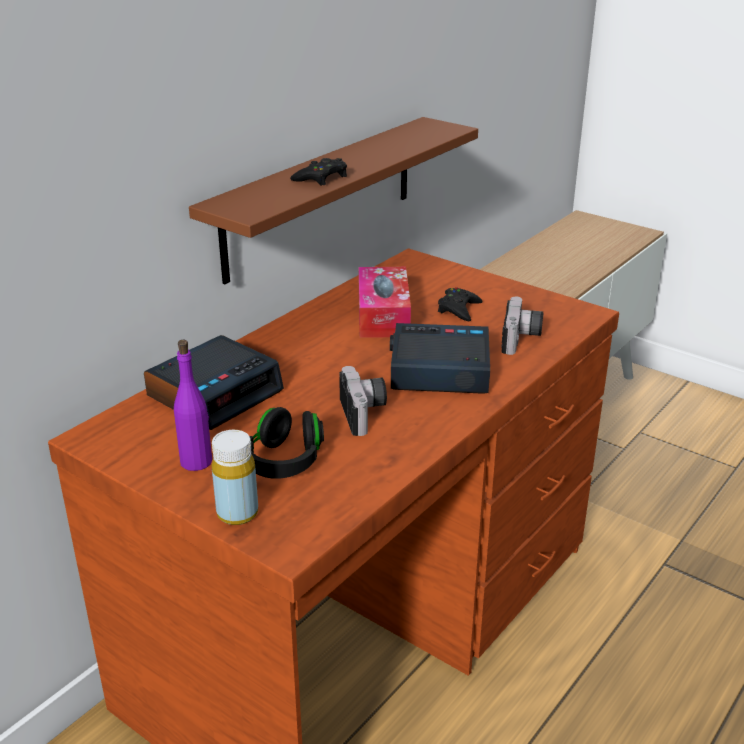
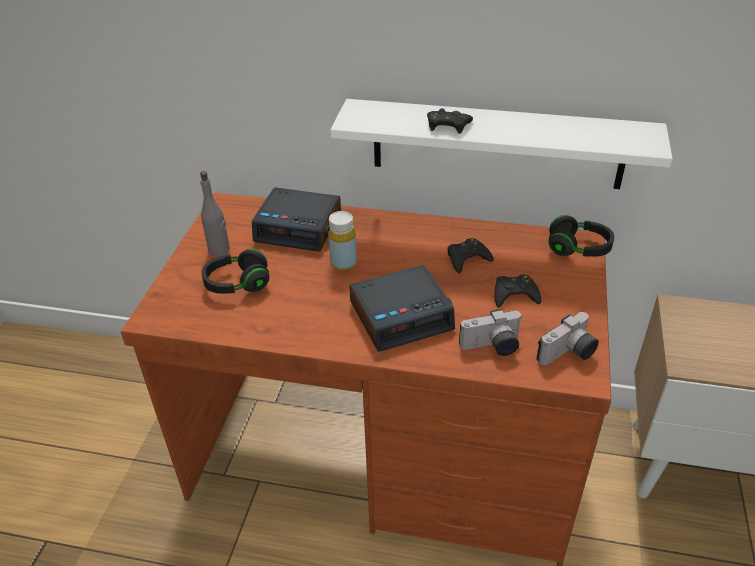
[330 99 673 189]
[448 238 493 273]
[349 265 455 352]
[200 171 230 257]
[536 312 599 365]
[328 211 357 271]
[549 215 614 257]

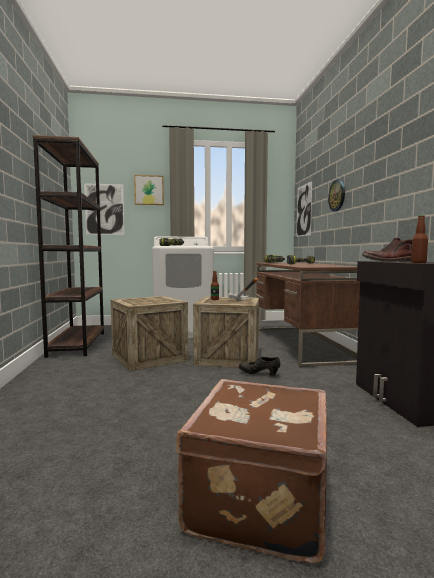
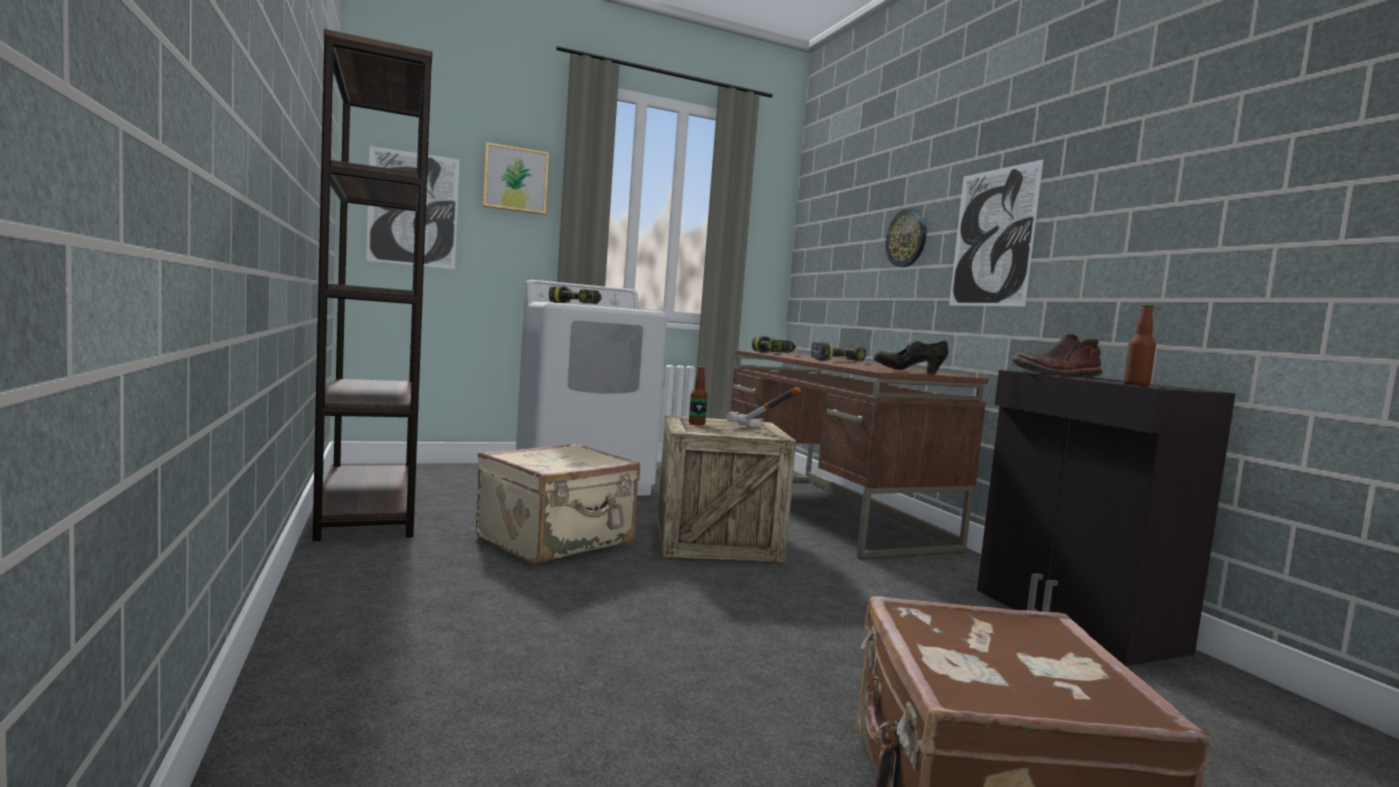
[949 159 1044 306]
[476 443 640 564]
[873 340 948 374]

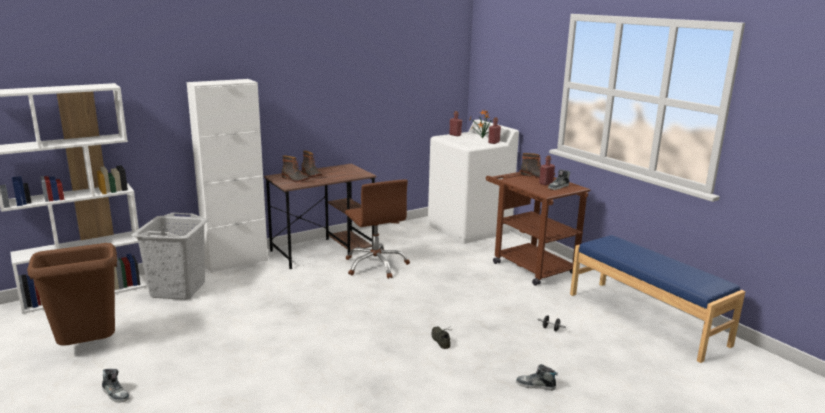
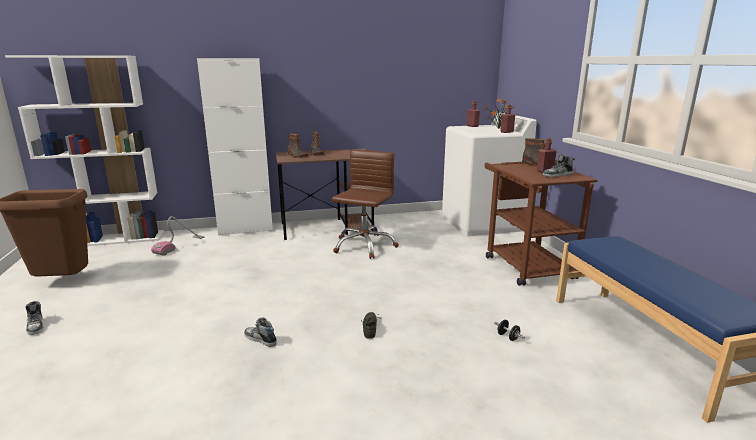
[332 149 399 259]
[151 216 204 255]
[244 317 277 347]

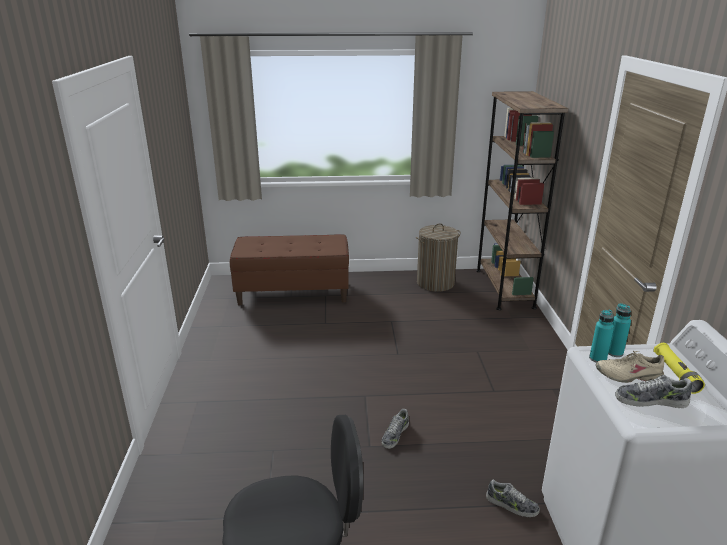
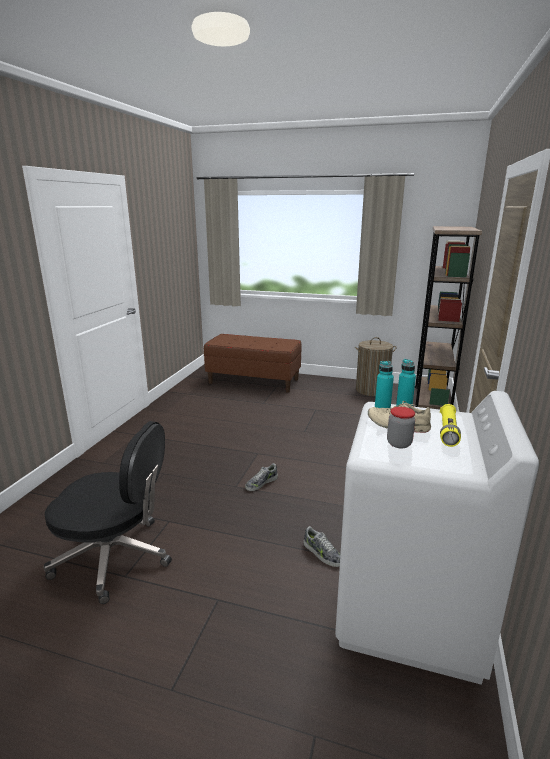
[387 407 415 448]

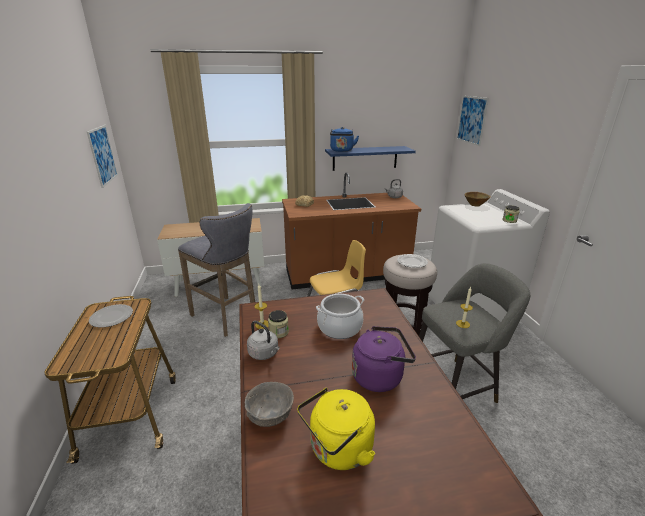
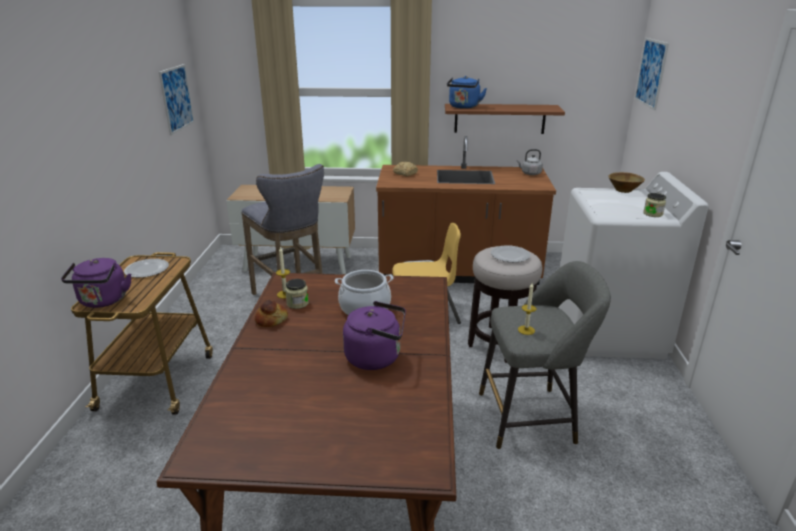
[445 104 565 134]
[255 300 288 327]
[245 382 294 427] (first image)
[297 388 375 470] (first image)
[61 258 131 308]

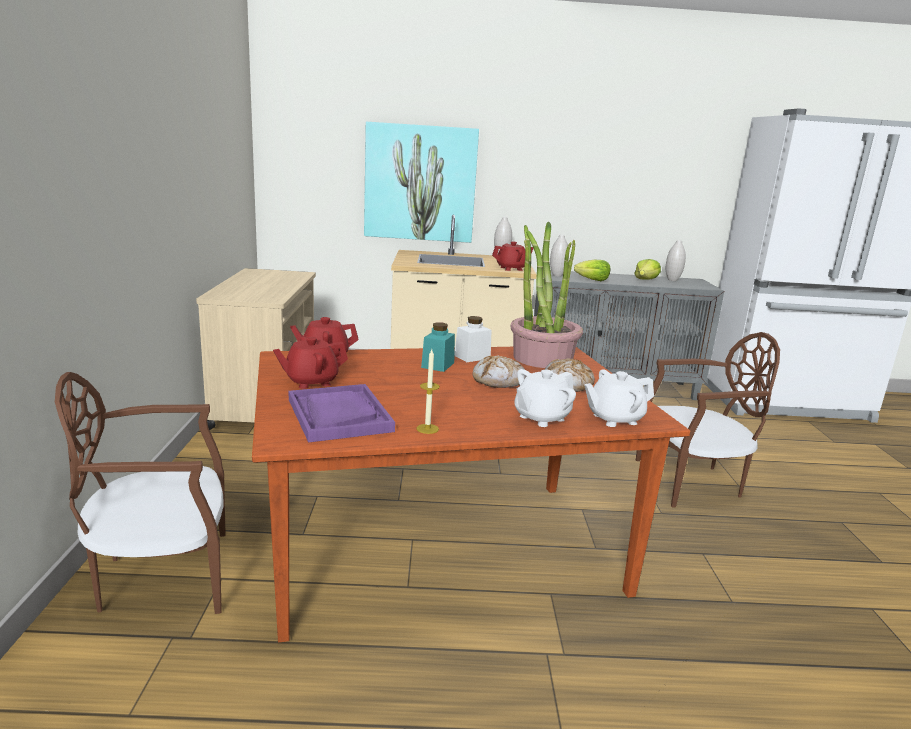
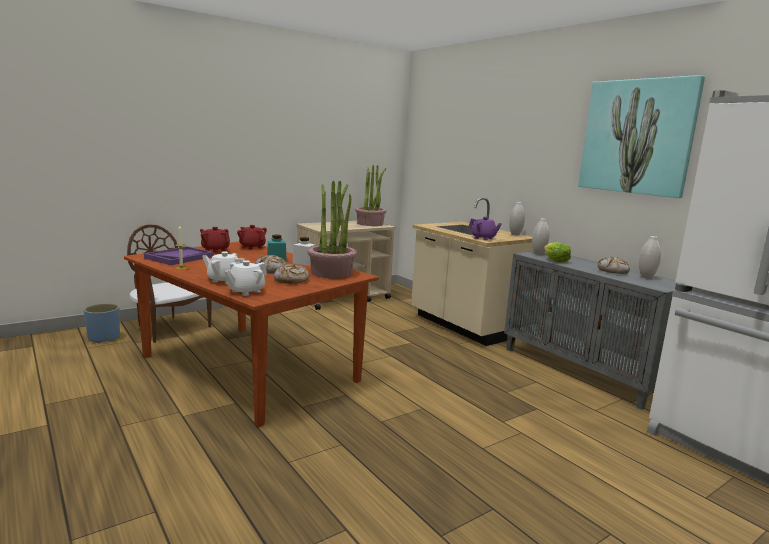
[578 75 705 198]
[469 217 502 240]
[598 257 630 274]
[636 332 780 508] (first image)
[225 260 267 296]
[355 165 386 226]
[84 303 120 343]

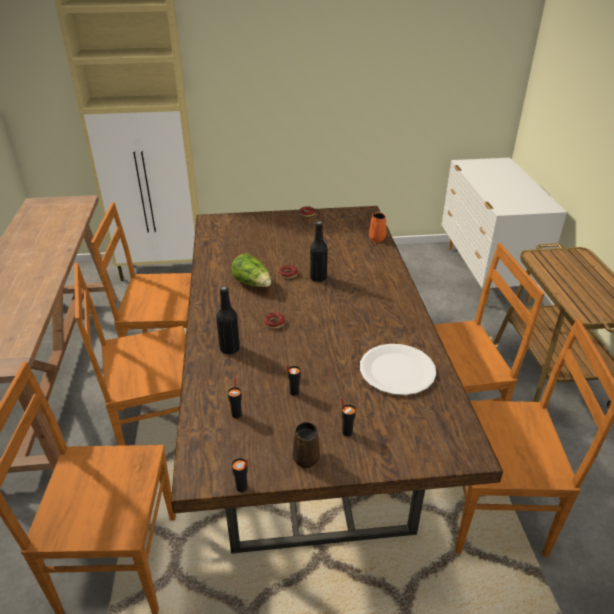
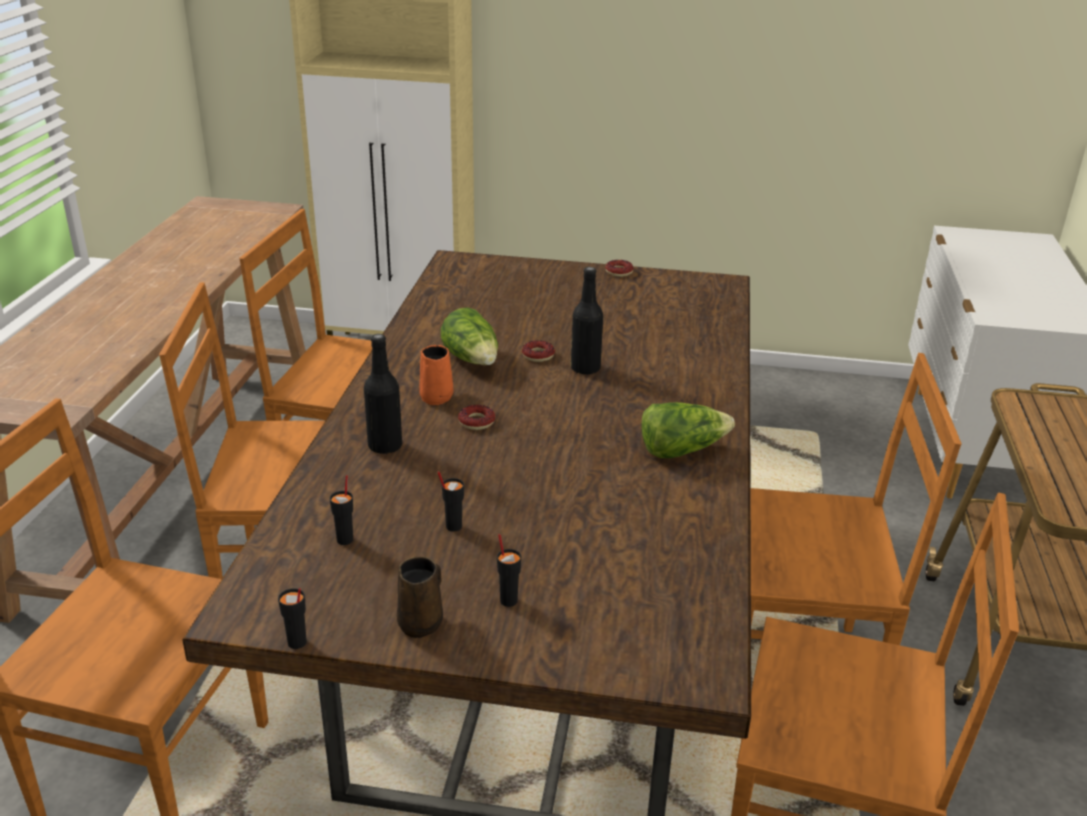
[419 345 453 405]
[360 344 436 395] (first image)
[641 402 735 458]

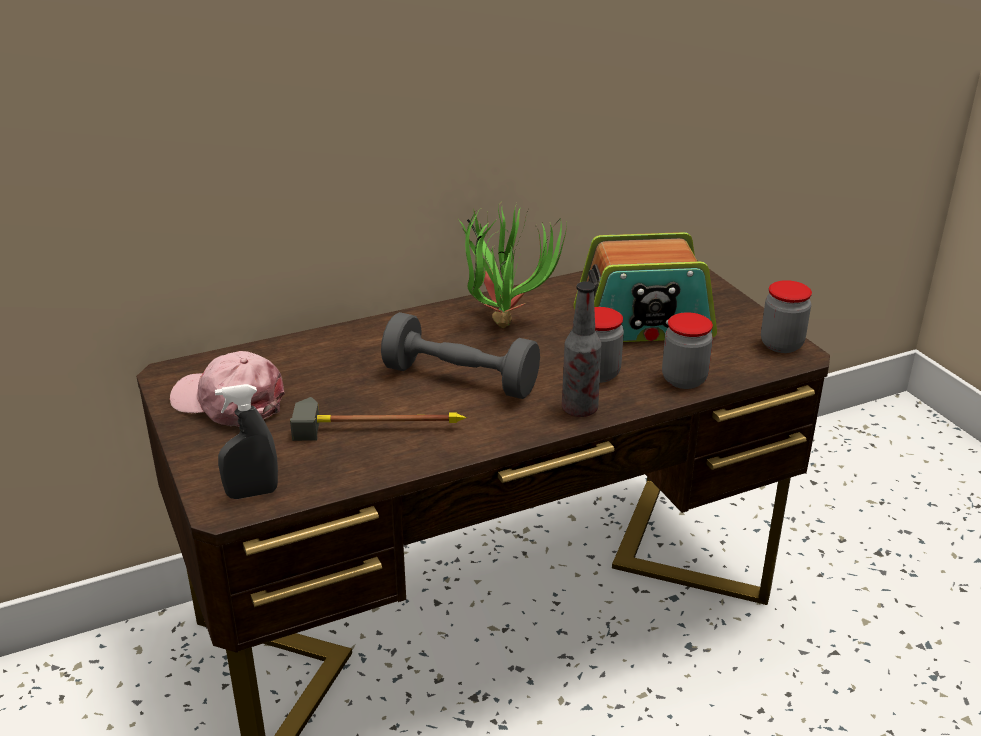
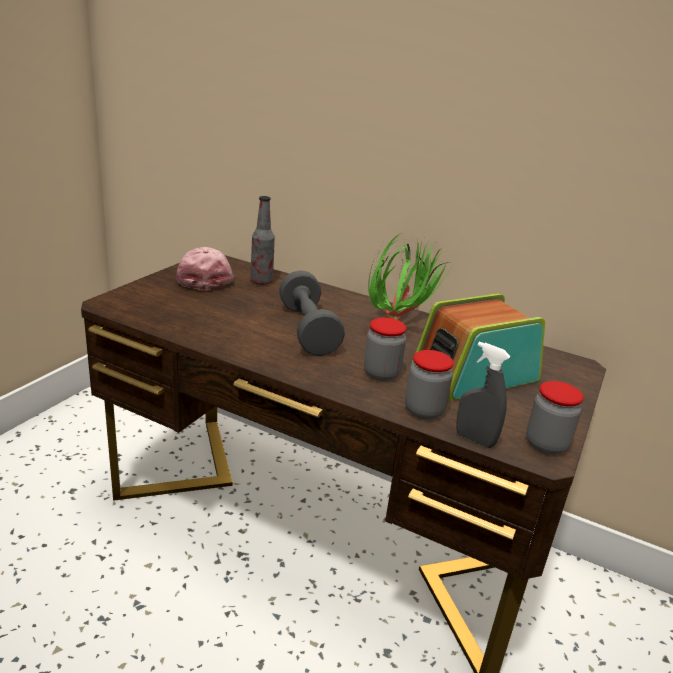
[412 293 545 401]
[250 196 275 285]
[456 341 511 448]
[290 397 467 441] (first image)

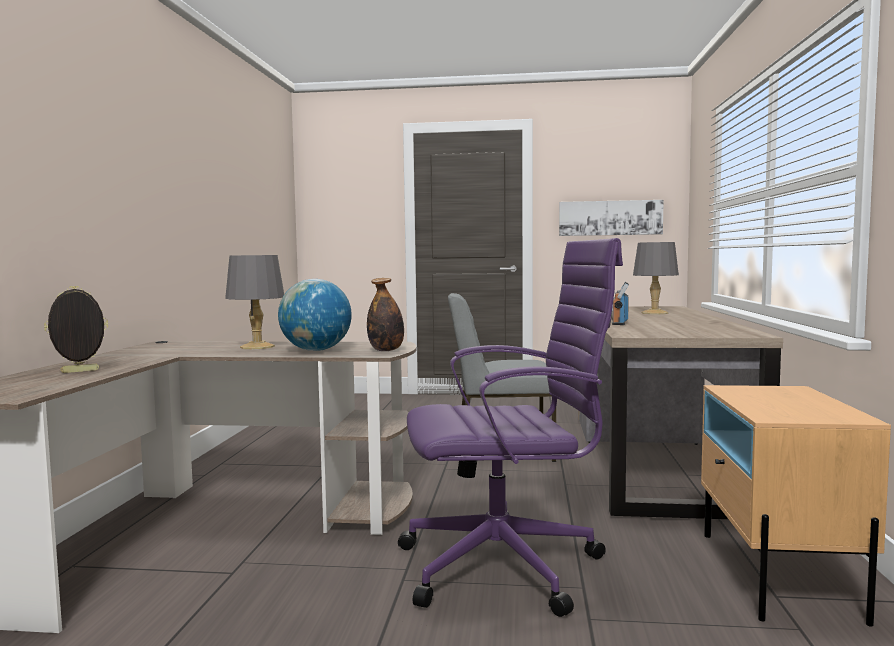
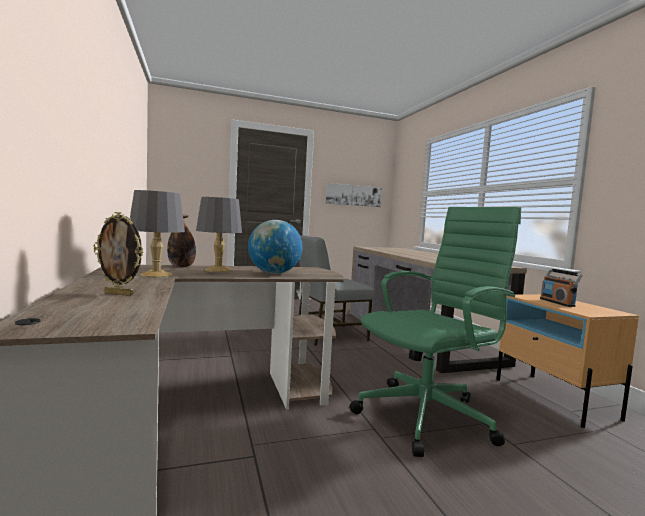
[349 207 521 457]
[130 190 185 278]
[167 215 196 267]
[540 268 583 307]
[93 212 143 296]

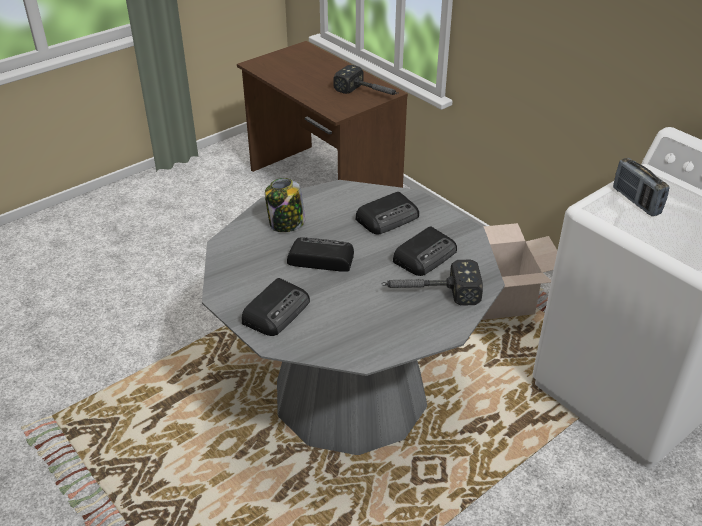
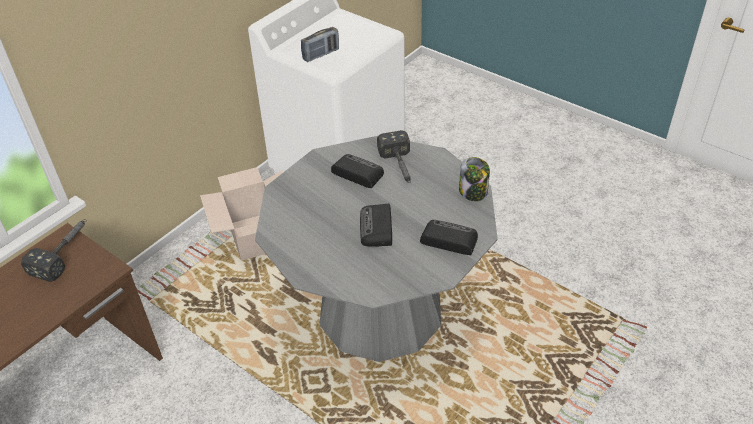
[459 157 490 201]
[355 192 419 235] (first image)

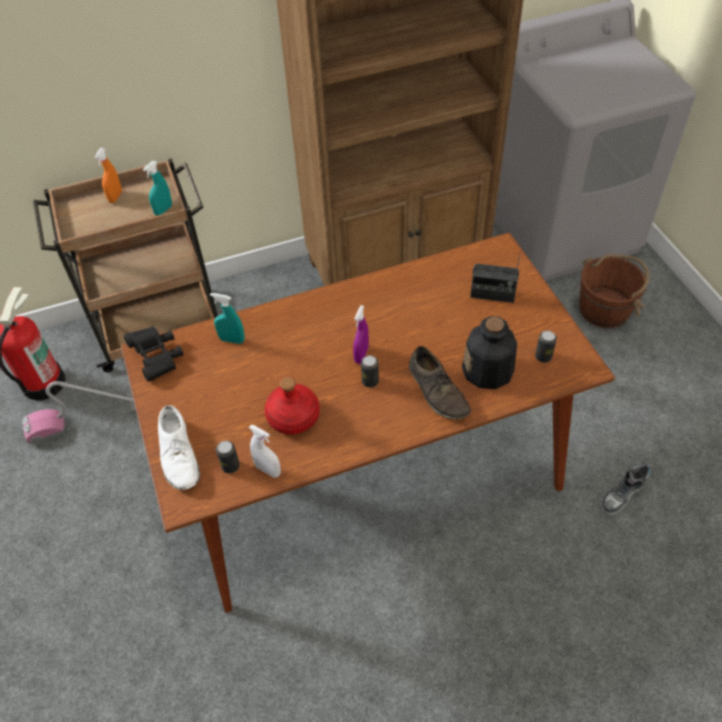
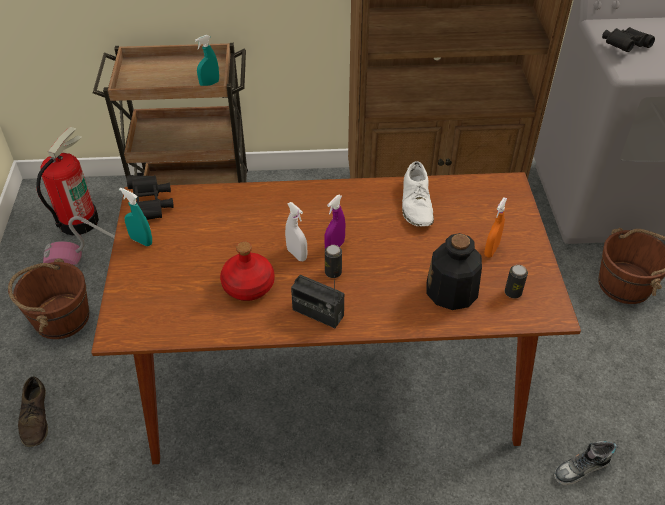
[484 197 507 258]
[291 275 344 328]
[119 188 152 246]
[18 377 48 447]
[402 161 434 226]
[285 202 307 261]
[216 441 240 474] (first image)
[602 27 655 52]
[8 258 89 339]

